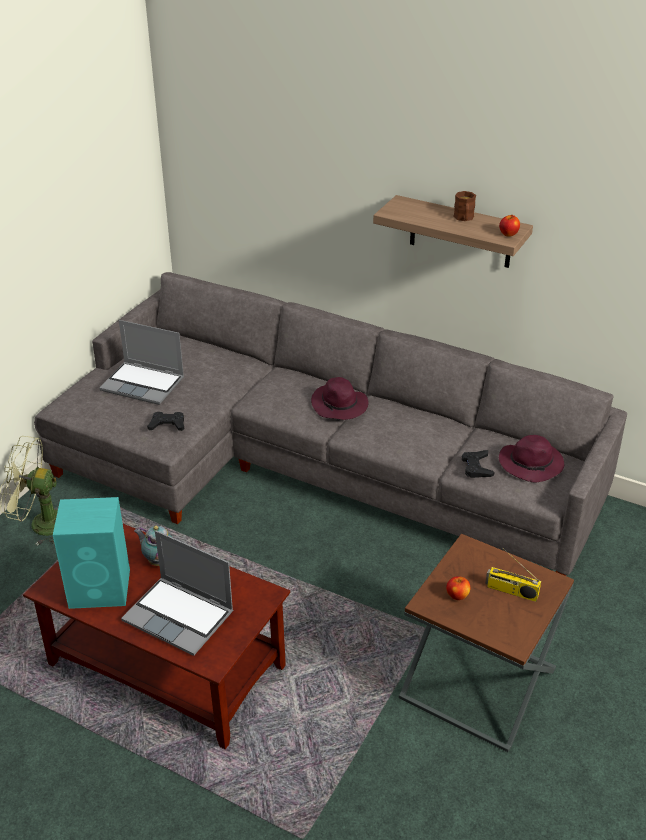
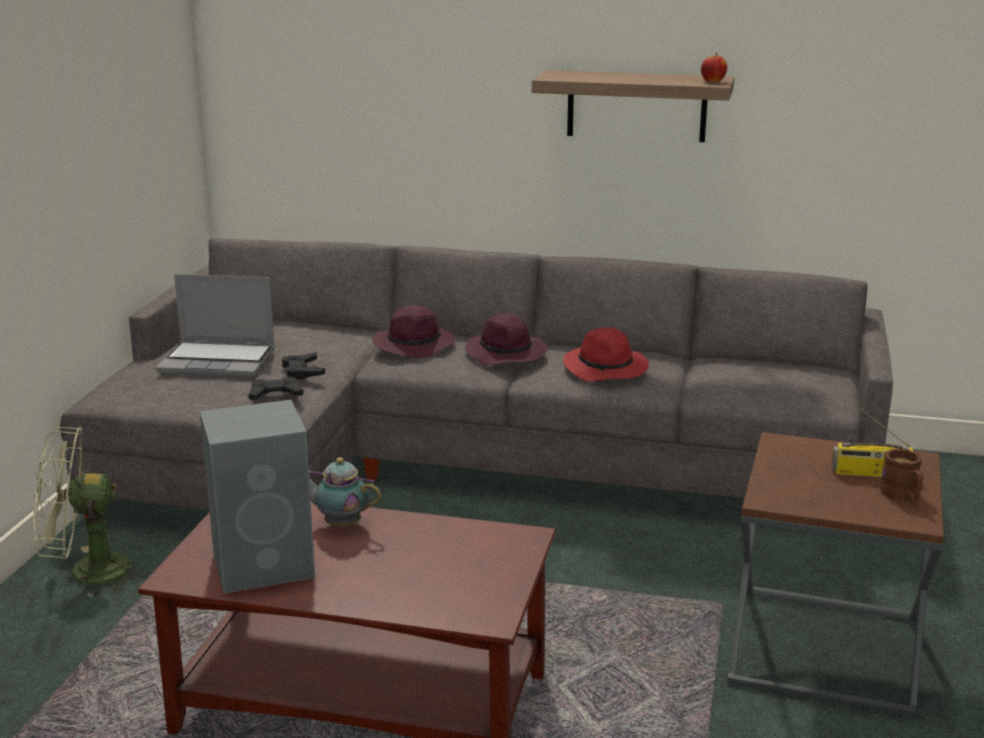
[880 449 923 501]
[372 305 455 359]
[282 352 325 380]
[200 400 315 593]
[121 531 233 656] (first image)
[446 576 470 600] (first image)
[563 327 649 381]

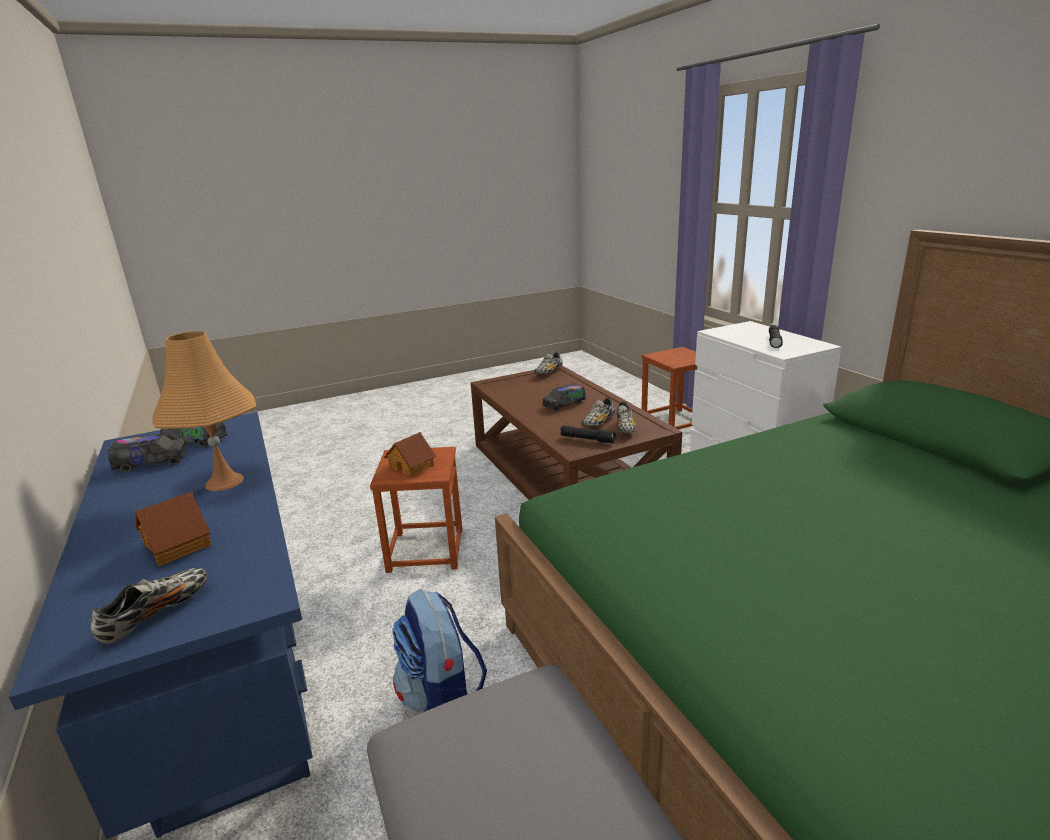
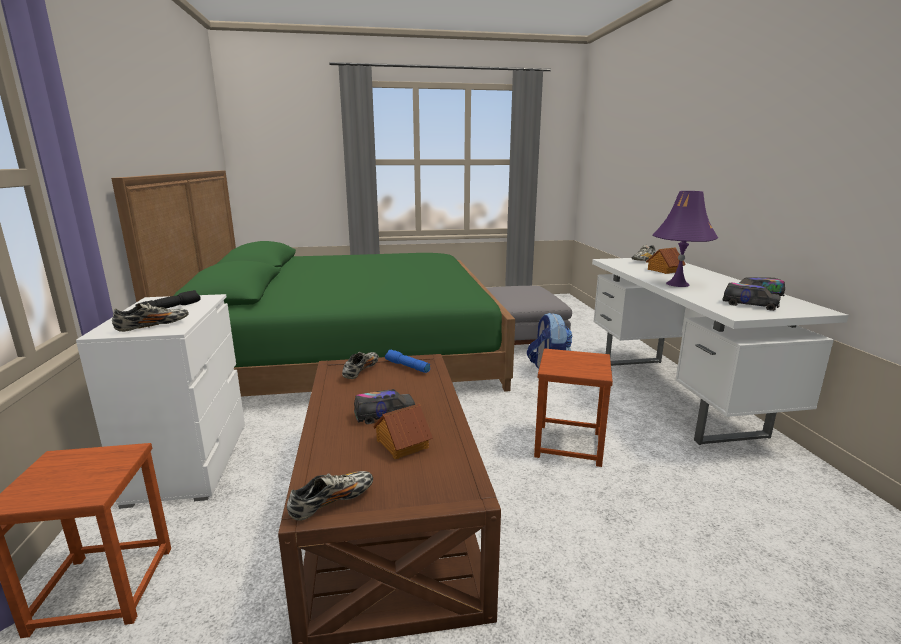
[653 191 718 287]
[112 303 188 332]
[592 258 849 445]
[385 350 430 373]
[373 403 433 459]

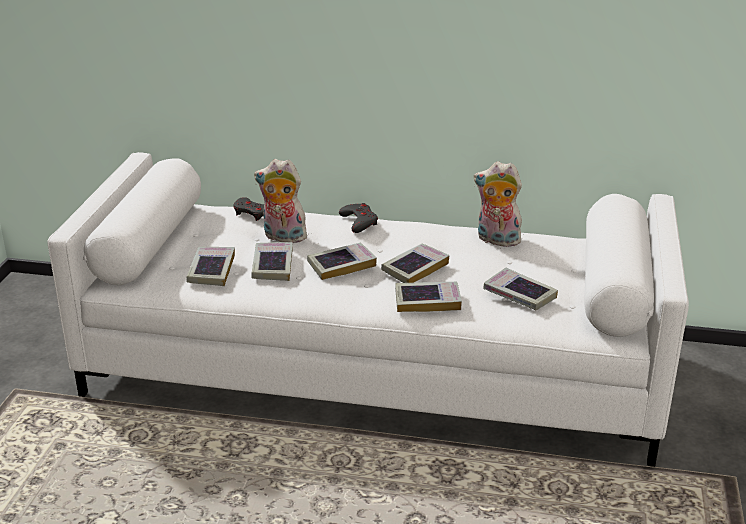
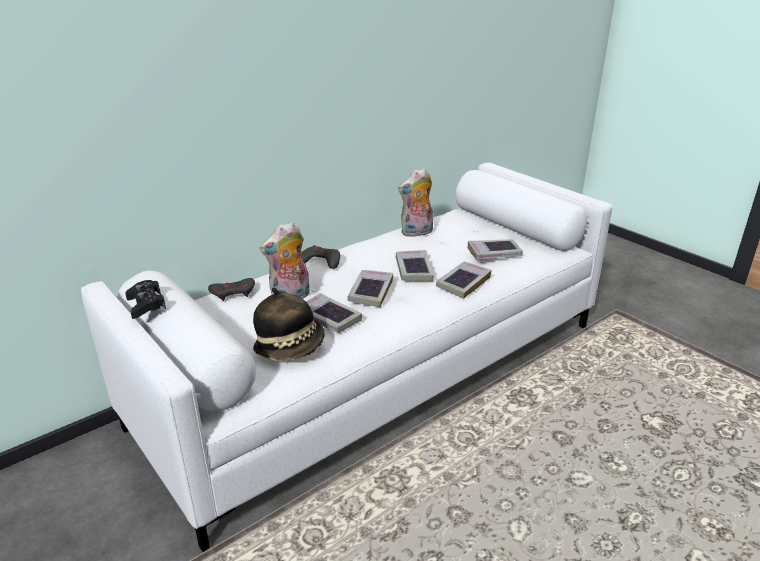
[253 287 325 361]
[125 280 166 319]

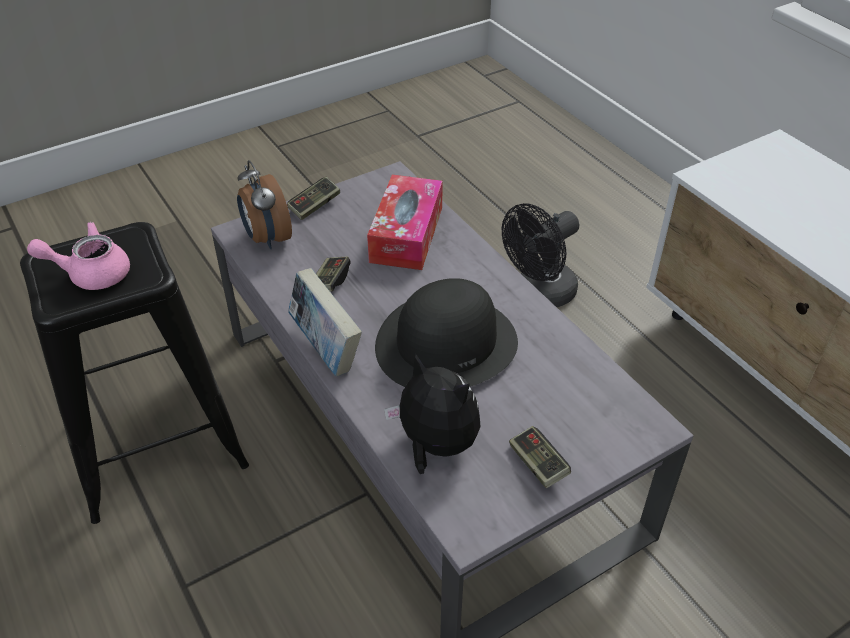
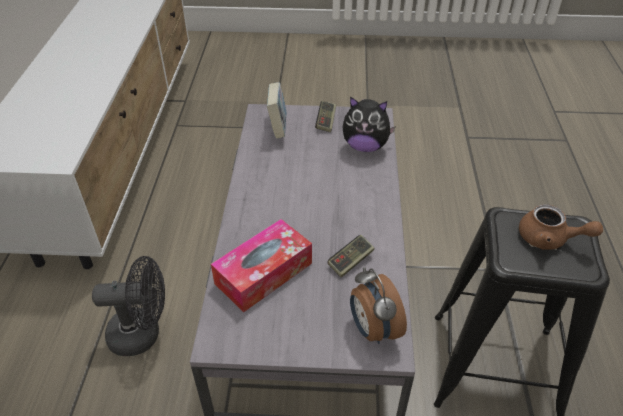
[350 267 407 344]
[287 177 340 220] (first image)
[519 204 603 250]
[267 82 286 139]
[375 278 518 387] (first image)
[343 97 396 152]

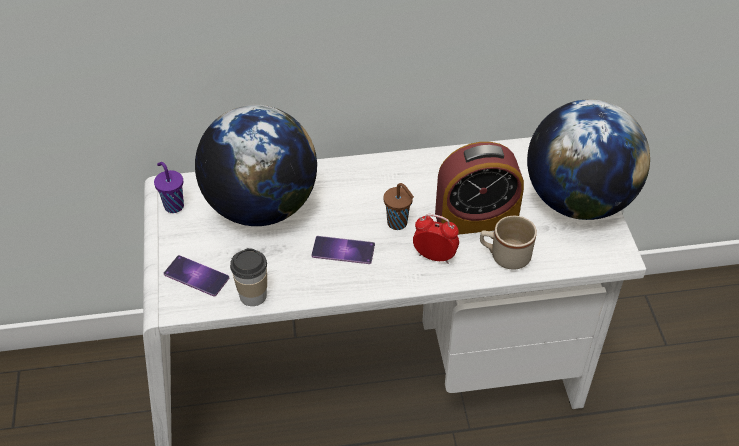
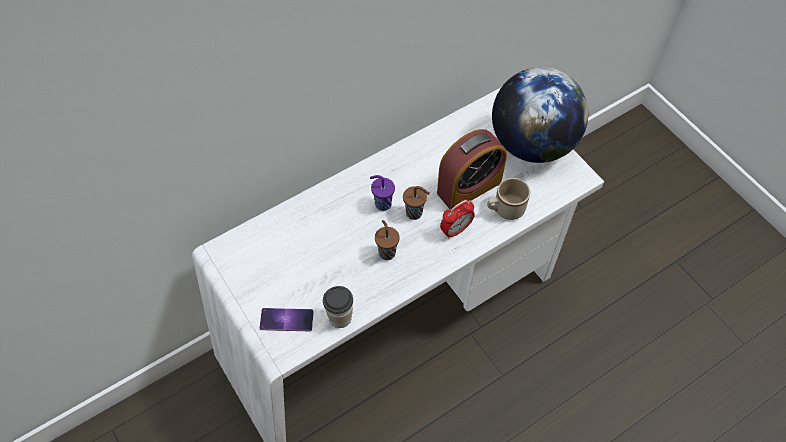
[195 105 317 226] (first image)
[370 175 395 211]
[440 200 475 239]
[375 220 399 260]

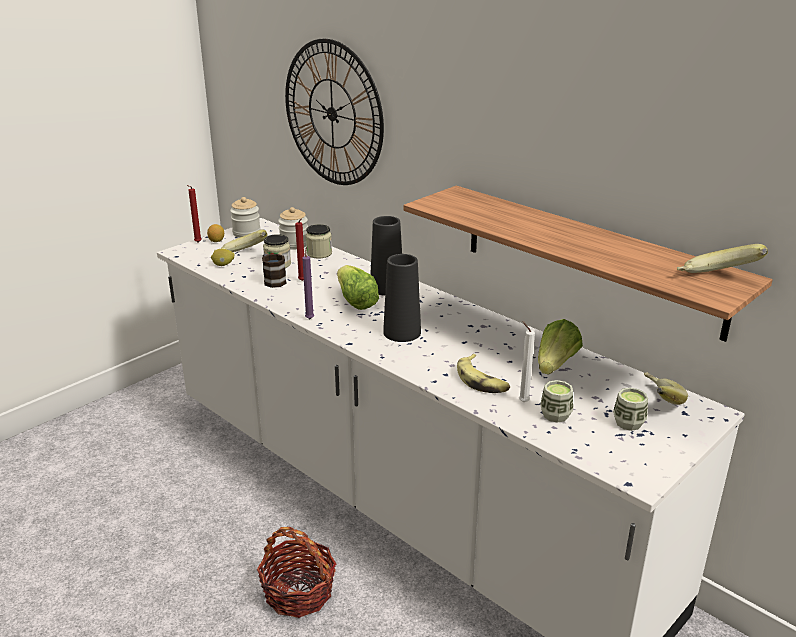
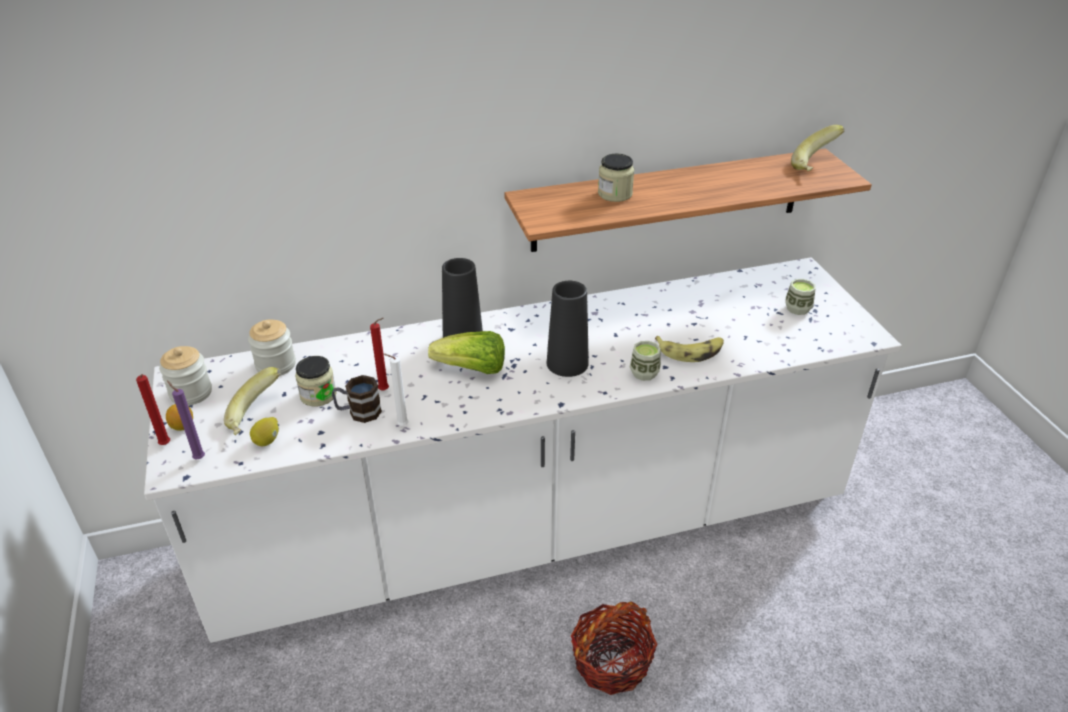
[285 39 384 185] (first image)
[598 154 634 202]
[167 381 205 459]
[538 319 583 375] (first image)
[384 354 408 426]
[644 372 688 405] (first image)
[630 341 661 381]

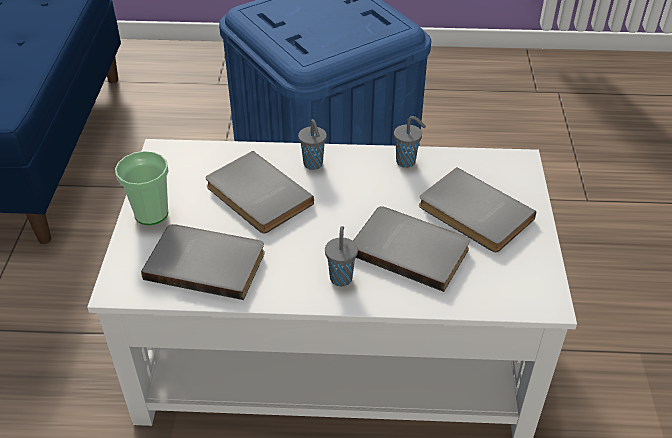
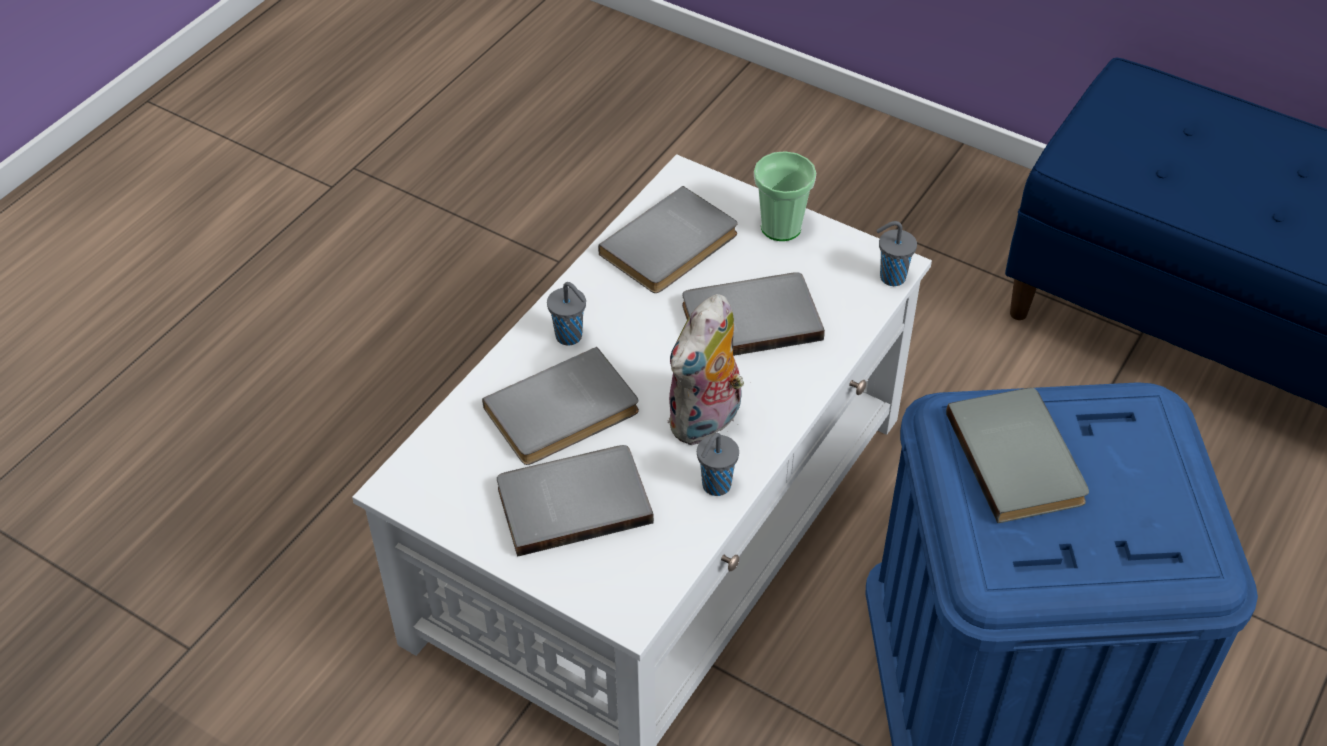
[876 221 917 286]
[668 294 744 445]
[946 388 1089 523]

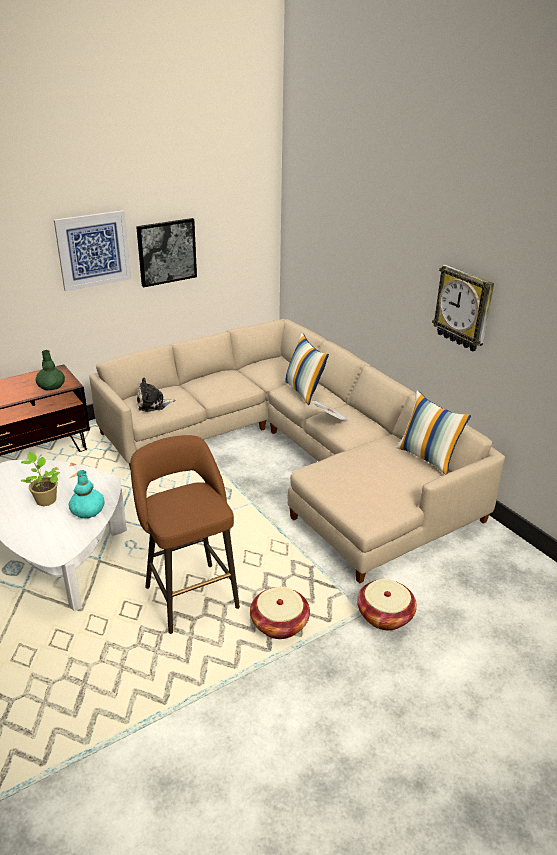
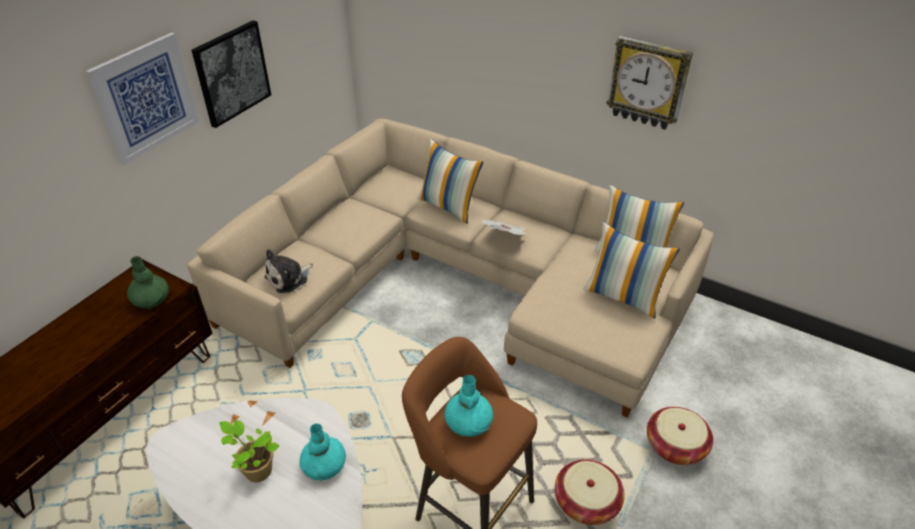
[583 222 680 319]
[445 375 493 437]

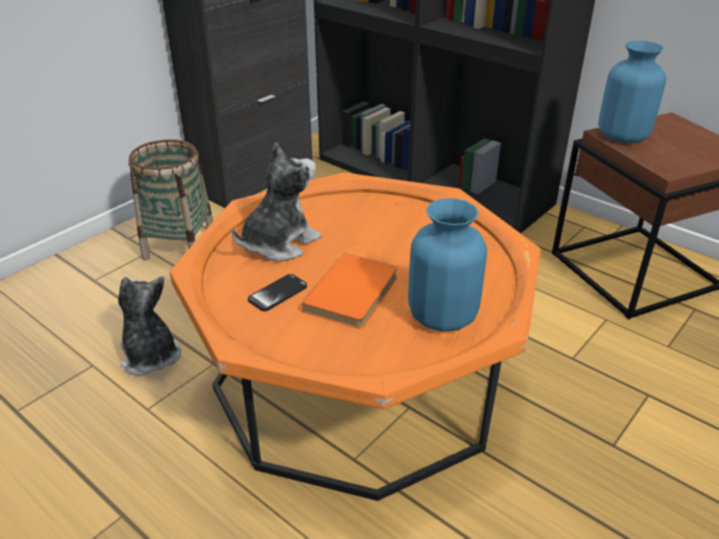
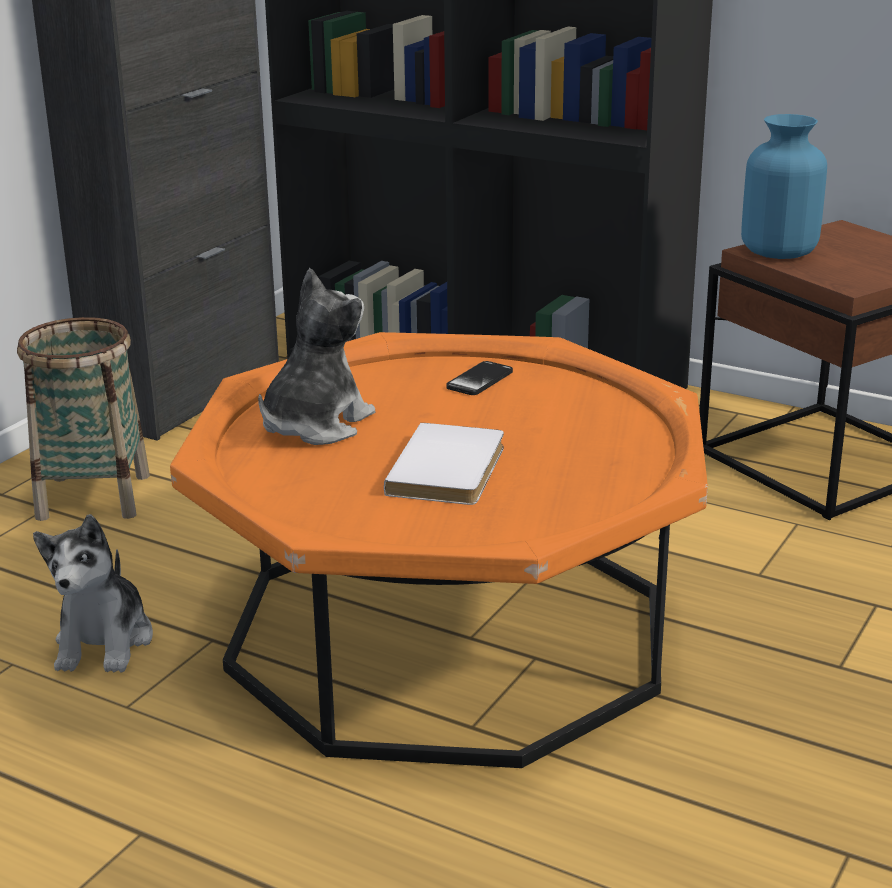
[408 198 487 332] (first image)
[384 423 504 505]
[446 361 513 395]
[33 514 153 673]

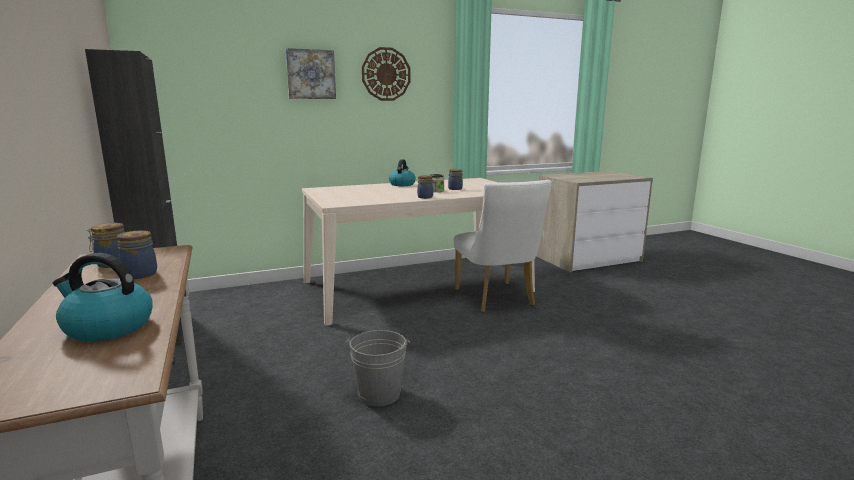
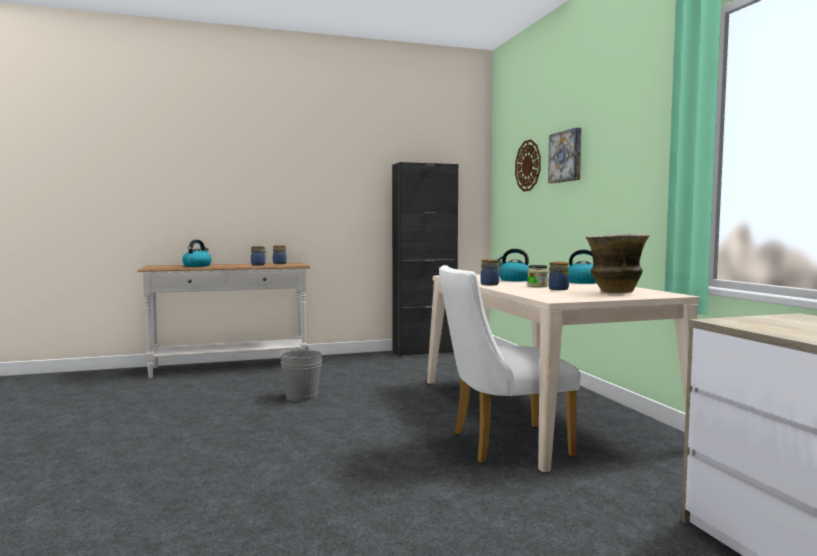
[515 139 541 192]
[586 234 650 293]
[496 249 529 282]

